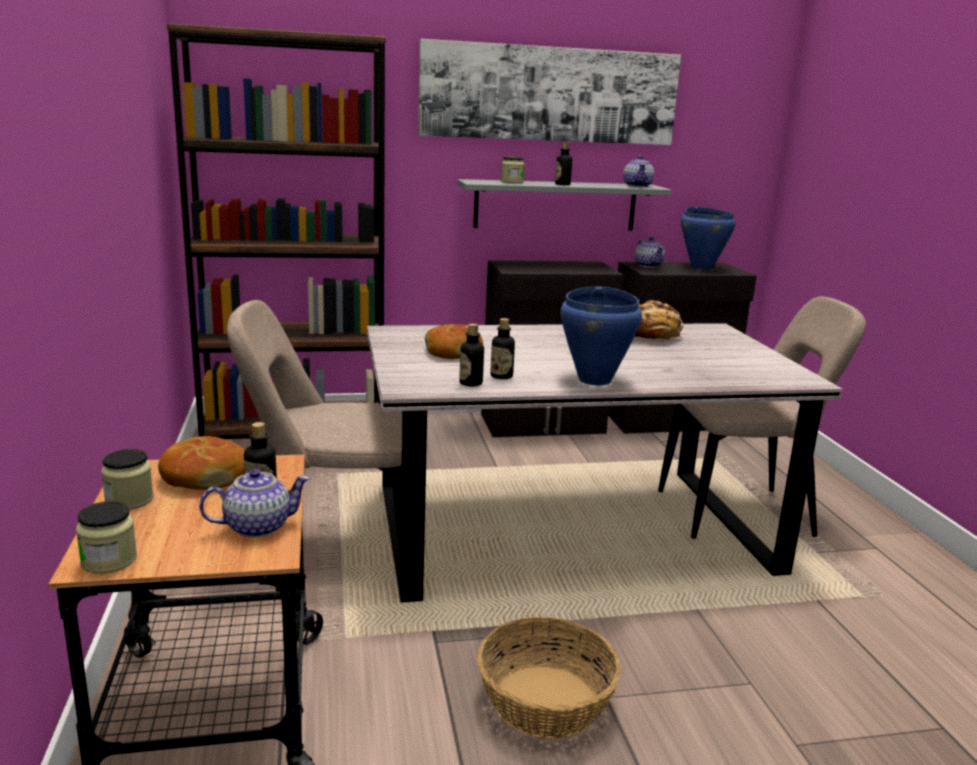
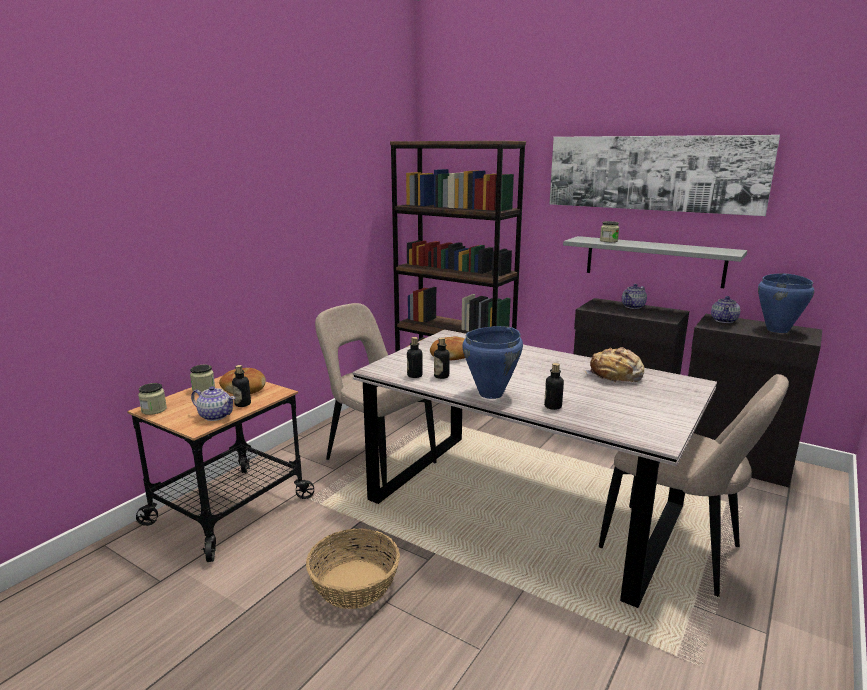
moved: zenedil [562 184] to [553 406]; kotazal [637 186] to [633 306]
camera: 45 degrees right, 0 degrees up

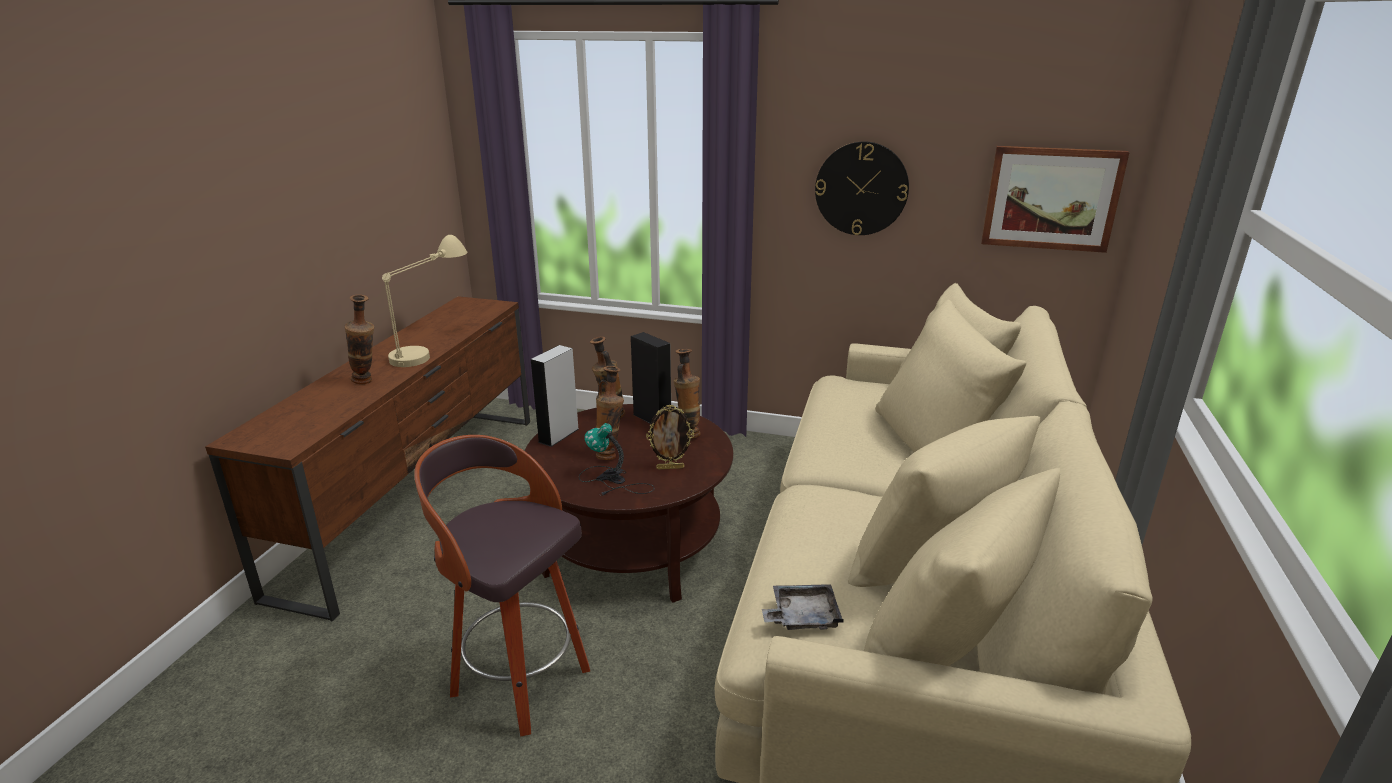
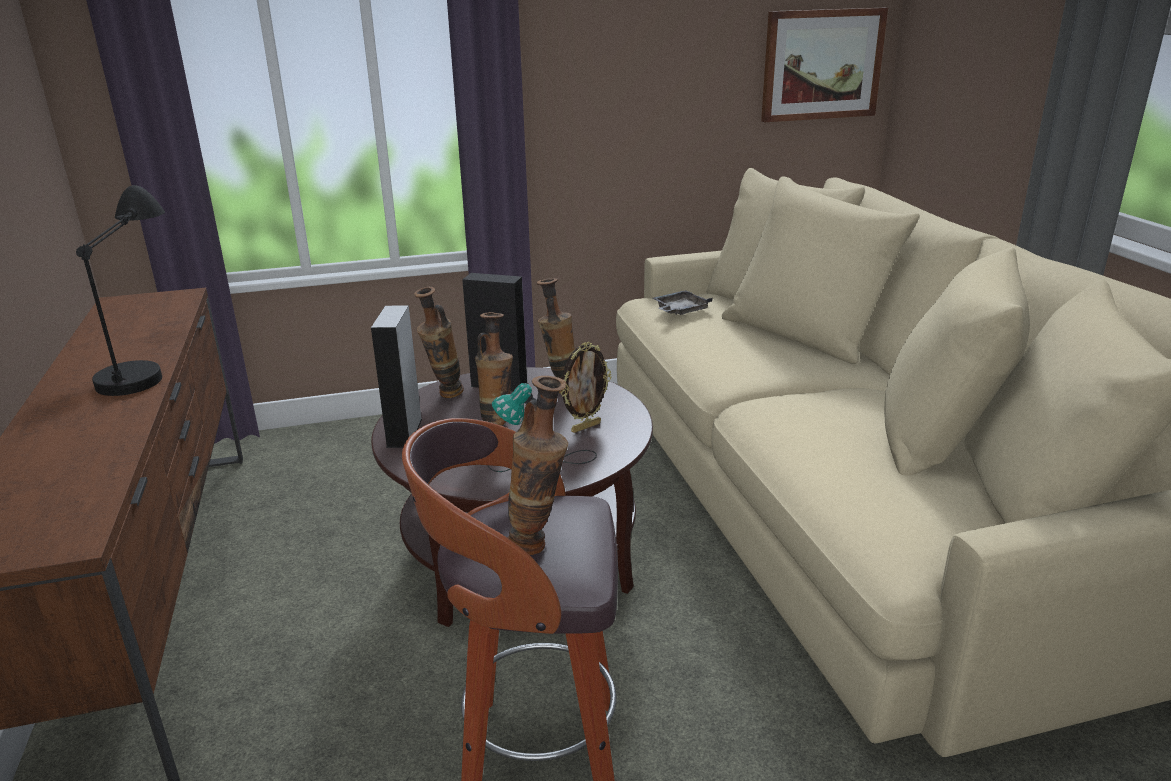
removed: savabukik [861 189]
moved: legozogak [368 382] to [539 545]; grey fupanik [802 616] to [679 311]
recoloured: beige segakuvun [433 347] to black segakuvun [147 360]
camera: 30 degrees left, 0 degrees up

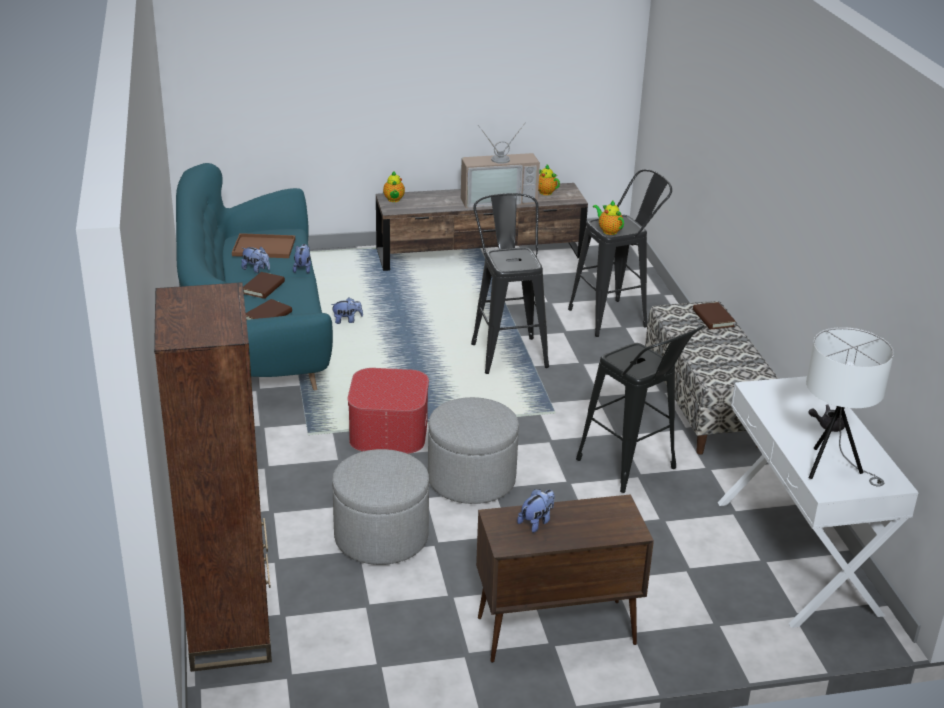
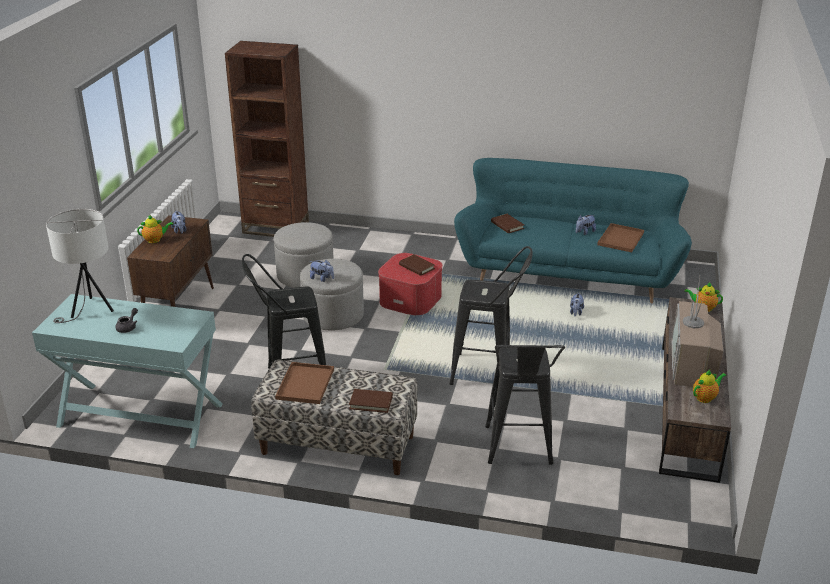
added: brown fupanik [305 385]
moved: kotazal [608 231] to [155 240]; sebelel [303 268] to [322 279]; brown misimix [263 288] to [416 267]
recoloured: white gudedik [797 556] to turquoise gudedik [140 415]
camera: 115 degrees right, 0 degrees up

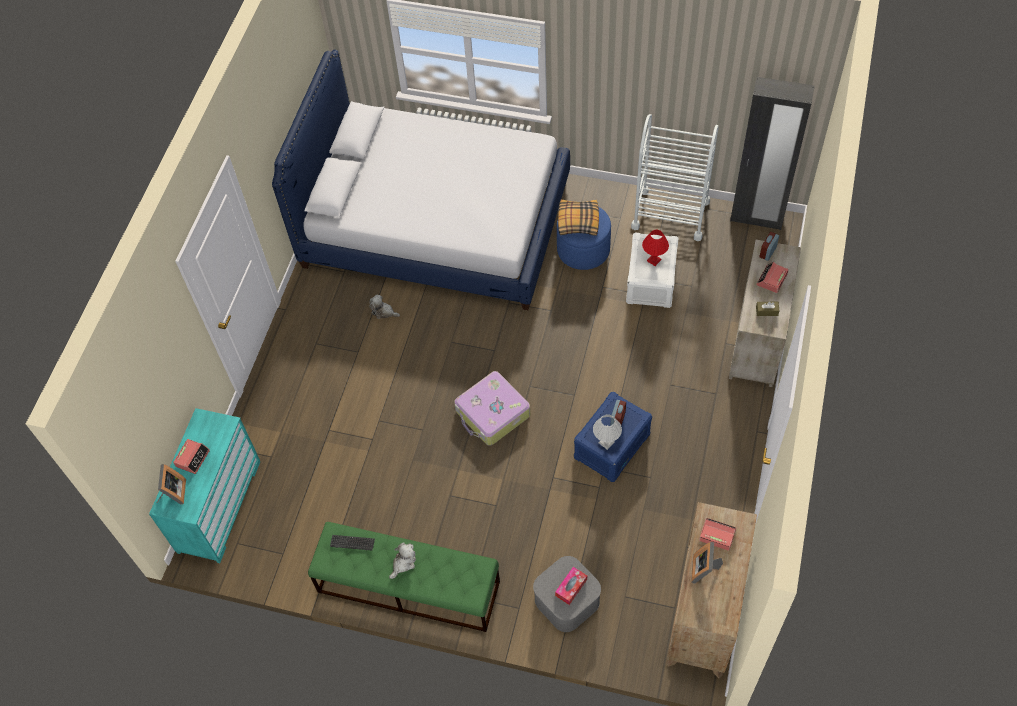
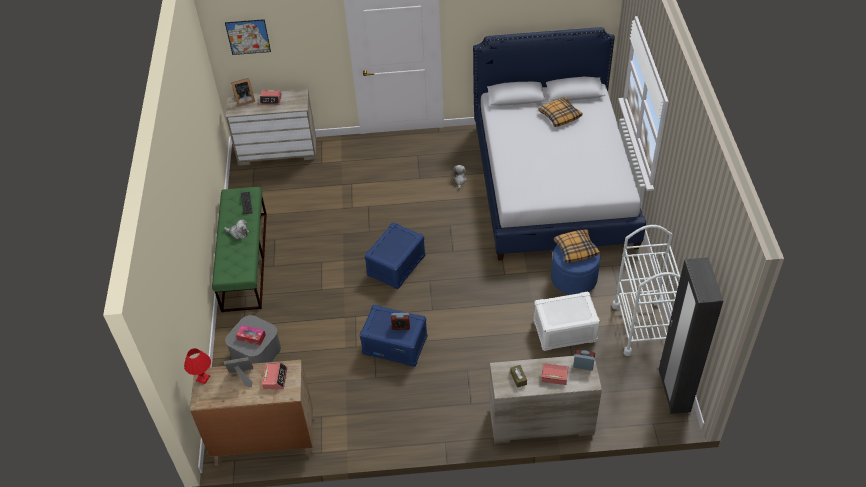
removed: white segakuvun [606 442]
added: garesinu [248 37]; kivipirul [559 115]
moved: red segakuvun [654 260] to [202 378]
replaced: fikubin [492 414] to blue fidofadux [396 266]
recoloured: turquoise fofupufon [218 506] to beige fofupufon [278 151]
camera: 70 degrees right, 10 degrees down

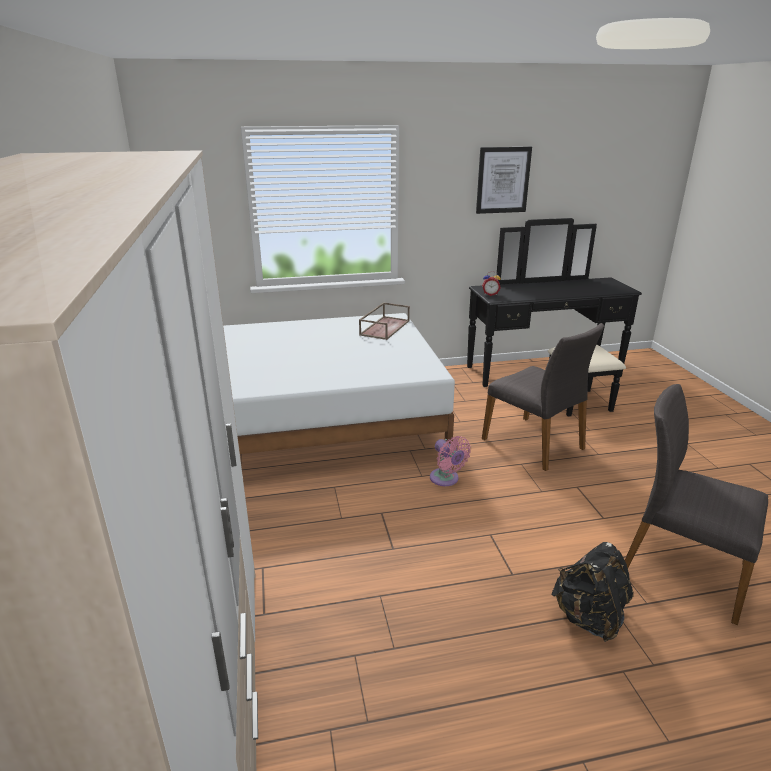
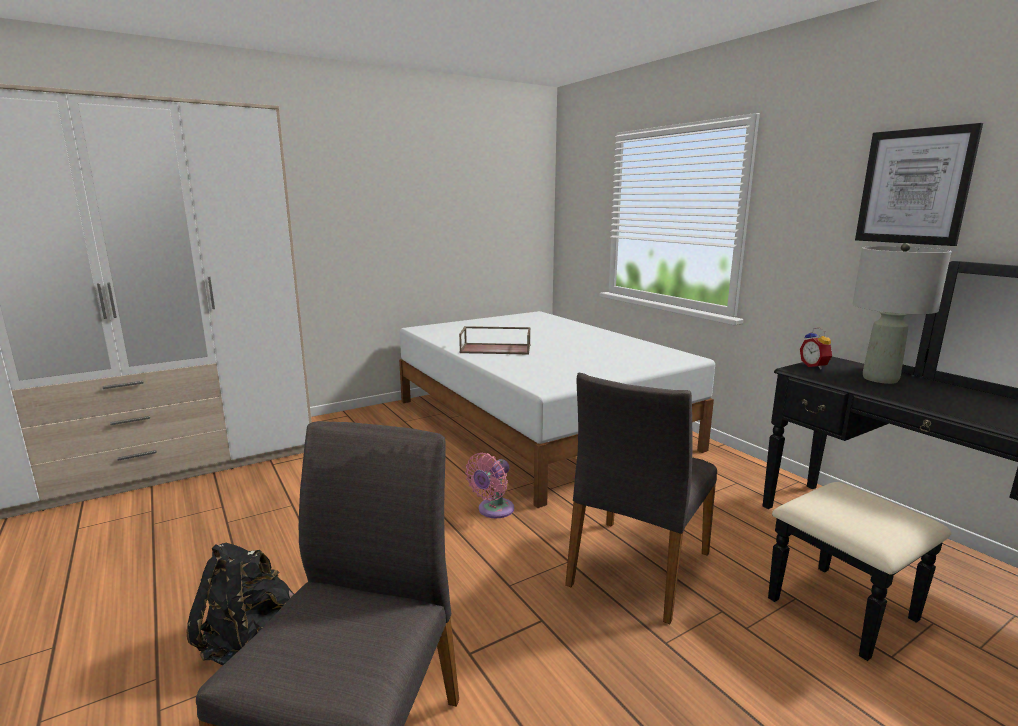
added: grey segakuvun [880 379]
moved: brown fupanik [384 327] to [496 349]
camera: 70 degrees right, 10 degrees down

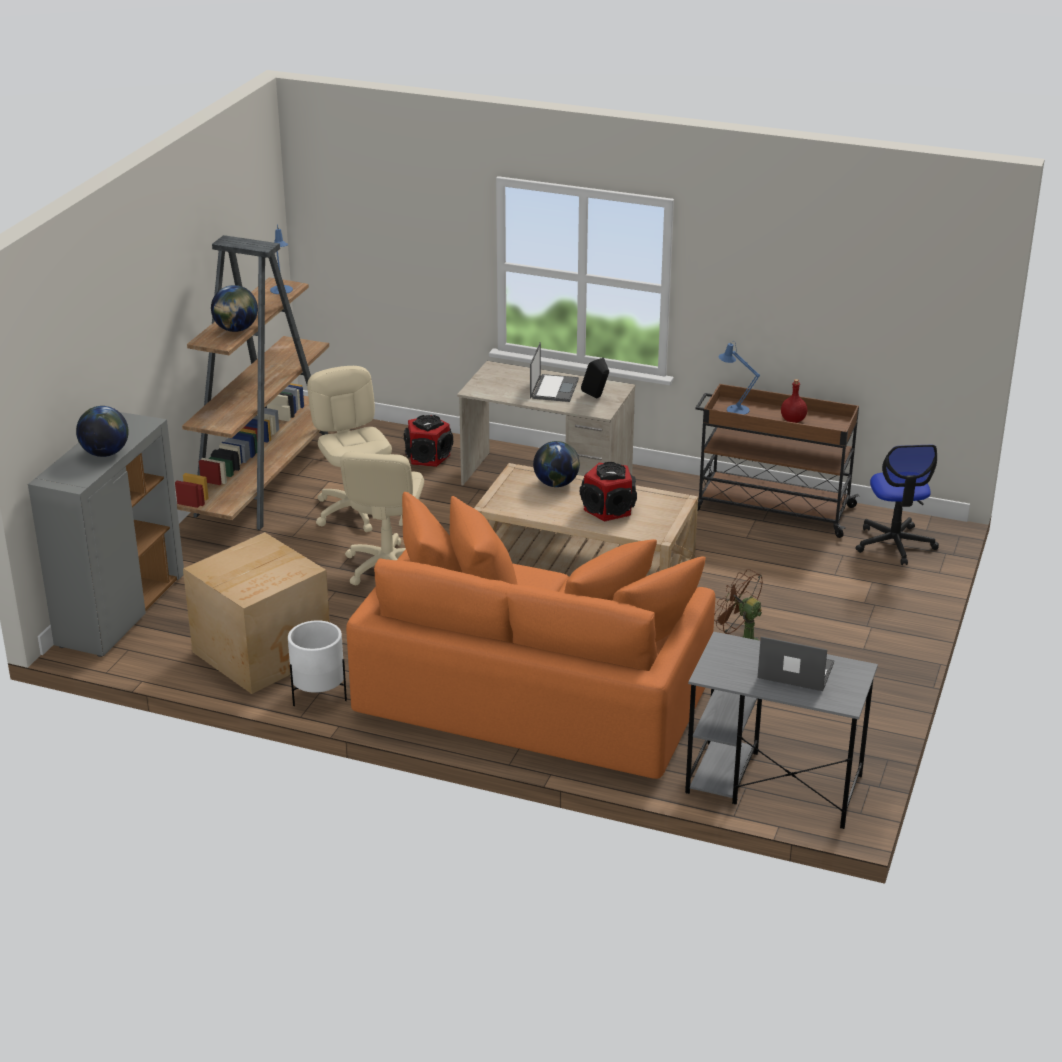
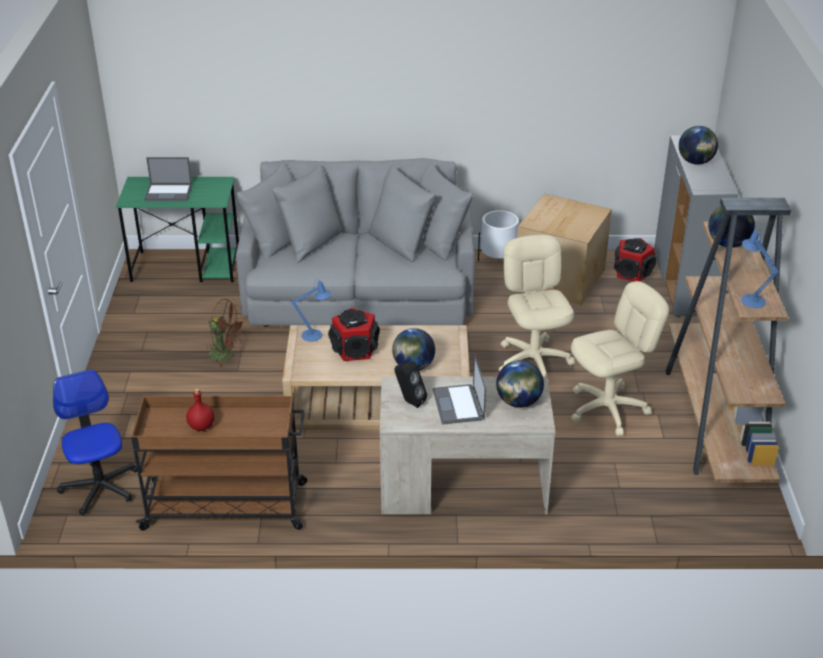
added: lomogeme [518 402]
moved: blue segakuvun [734 409] to [315 335]; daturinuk [427 457] to [632 273]
recoloured: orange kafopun [535 693] to grey kafopun [359 289]; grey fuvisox [772 784] to green fuvisox [187 267]
turned: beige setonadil [355 511] = [608 409] 75 degrees counterclockwise
camera: 160 degrees right, 5 degrees up

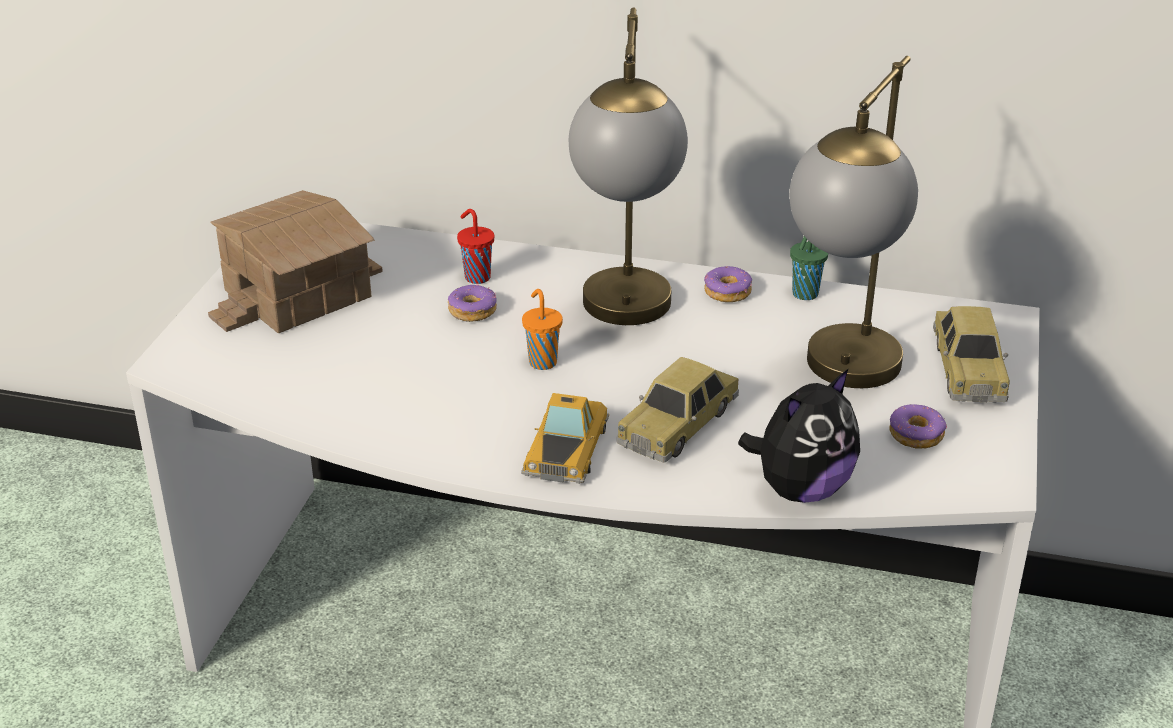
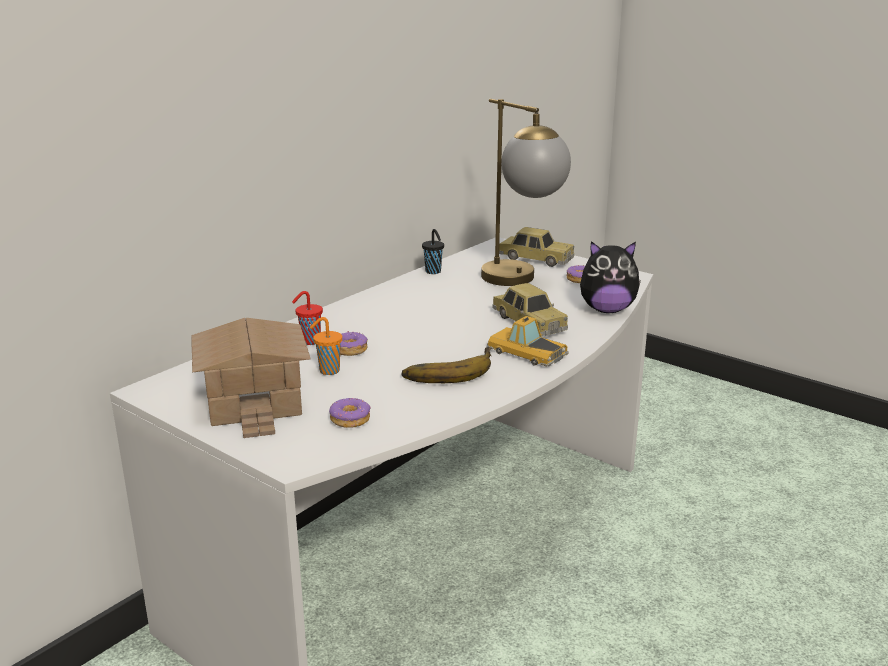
removed: segakuvun [626 320]
added: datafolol [447 370]
moved: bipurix [727 292] to [350 419]; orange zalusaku [542 361] to [328 371]
recoloured: green zalusaku [804 295] to black zalusaku [433 272]
turned: sebelel [800 489] = [607 310] 105 degrees clockwise
camera: 65 degrees left, 10 degrees down

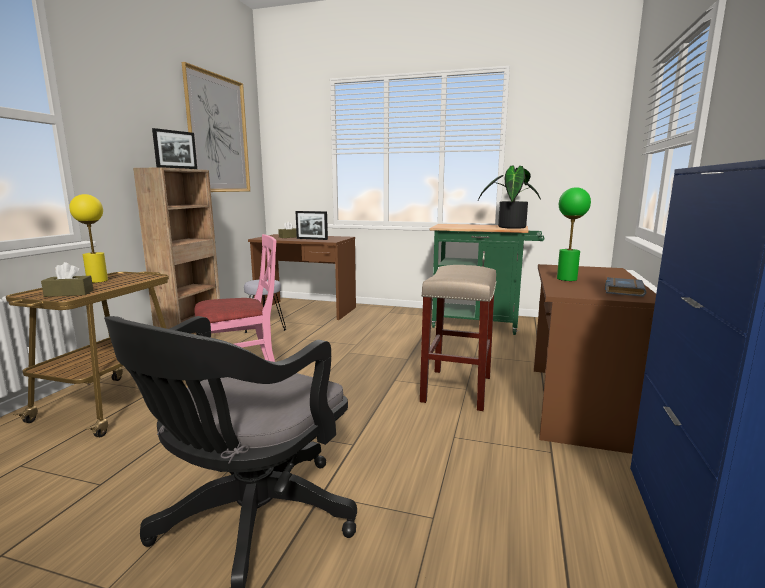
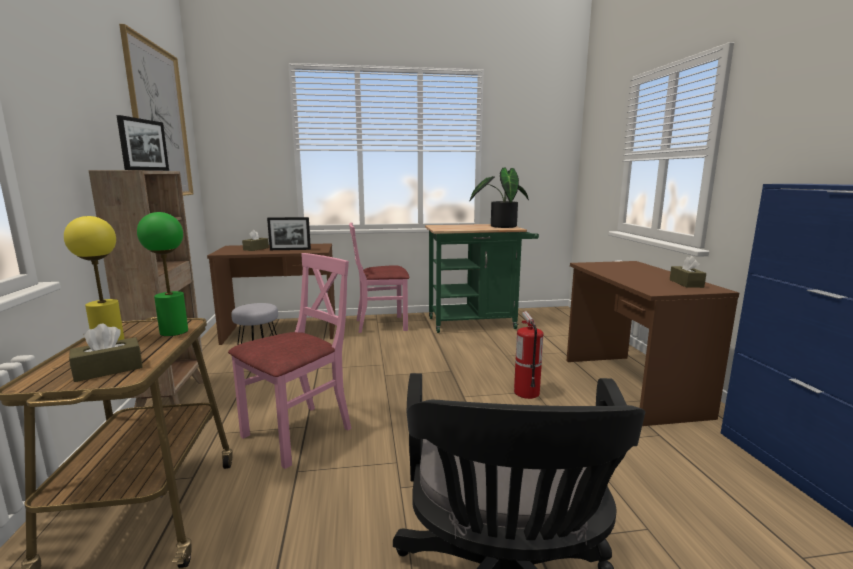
added: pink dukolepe [381 324]
moved: green segakuvun [566 279] to [173 332]
replaced: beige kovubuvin [456 388] to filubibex [526 392]; grey misimix [622 290] to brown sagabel [686 283]
camera: 25 degrees left, 0 degrees up

